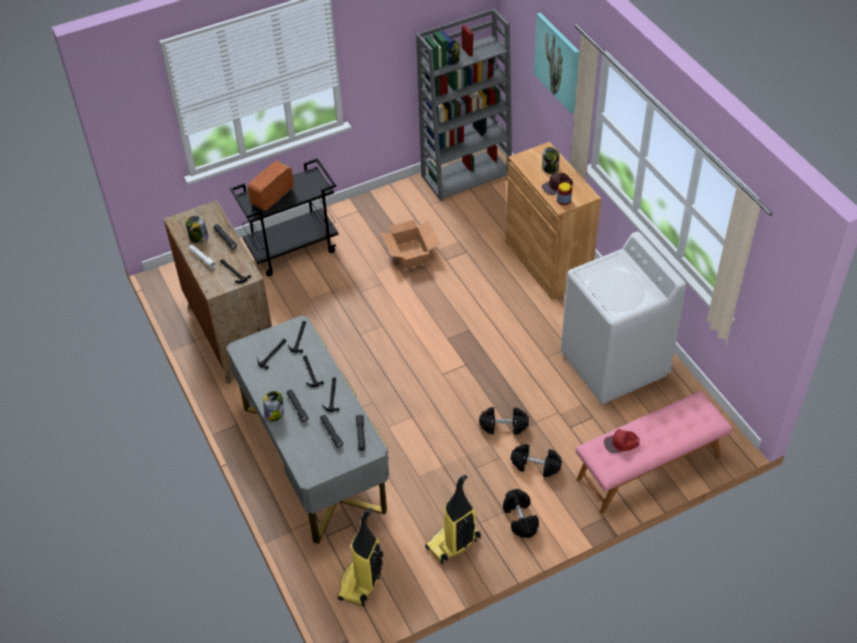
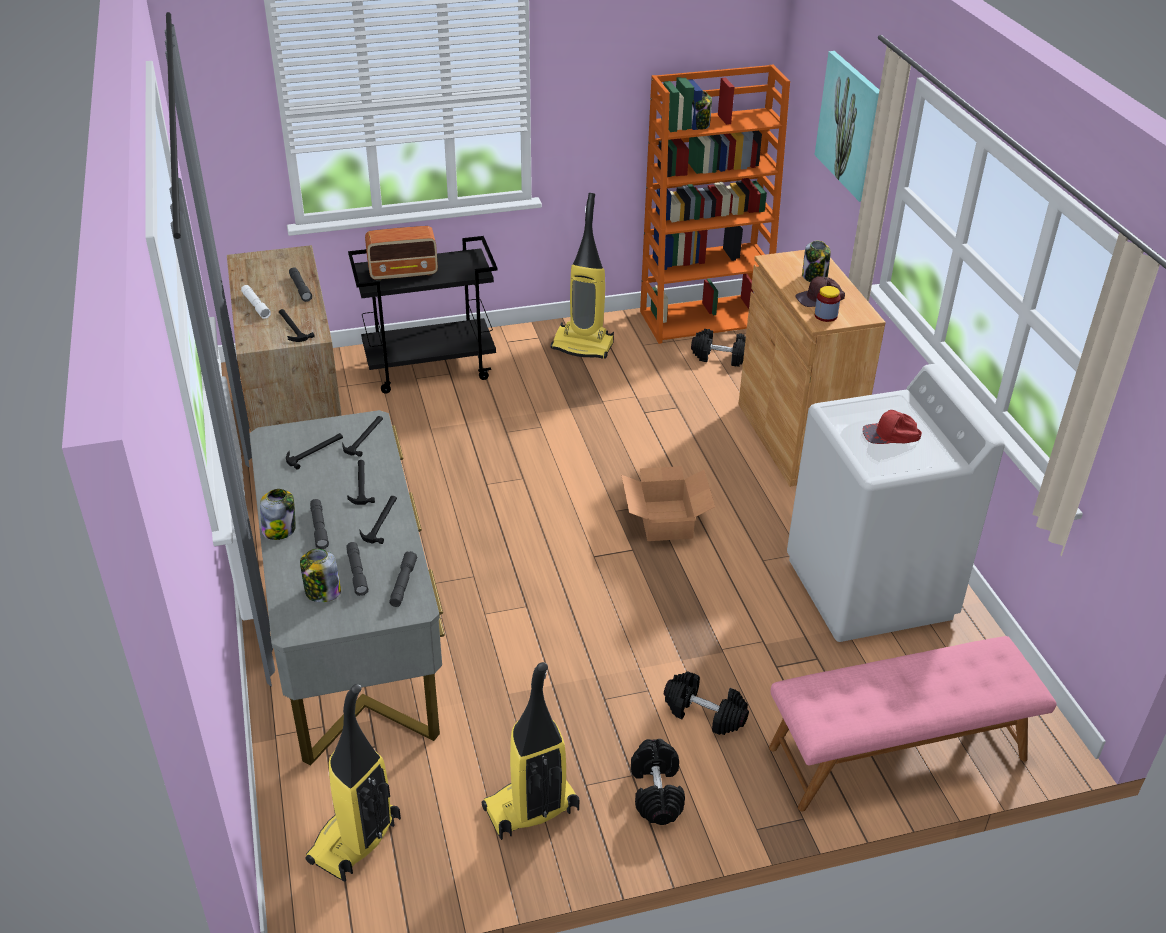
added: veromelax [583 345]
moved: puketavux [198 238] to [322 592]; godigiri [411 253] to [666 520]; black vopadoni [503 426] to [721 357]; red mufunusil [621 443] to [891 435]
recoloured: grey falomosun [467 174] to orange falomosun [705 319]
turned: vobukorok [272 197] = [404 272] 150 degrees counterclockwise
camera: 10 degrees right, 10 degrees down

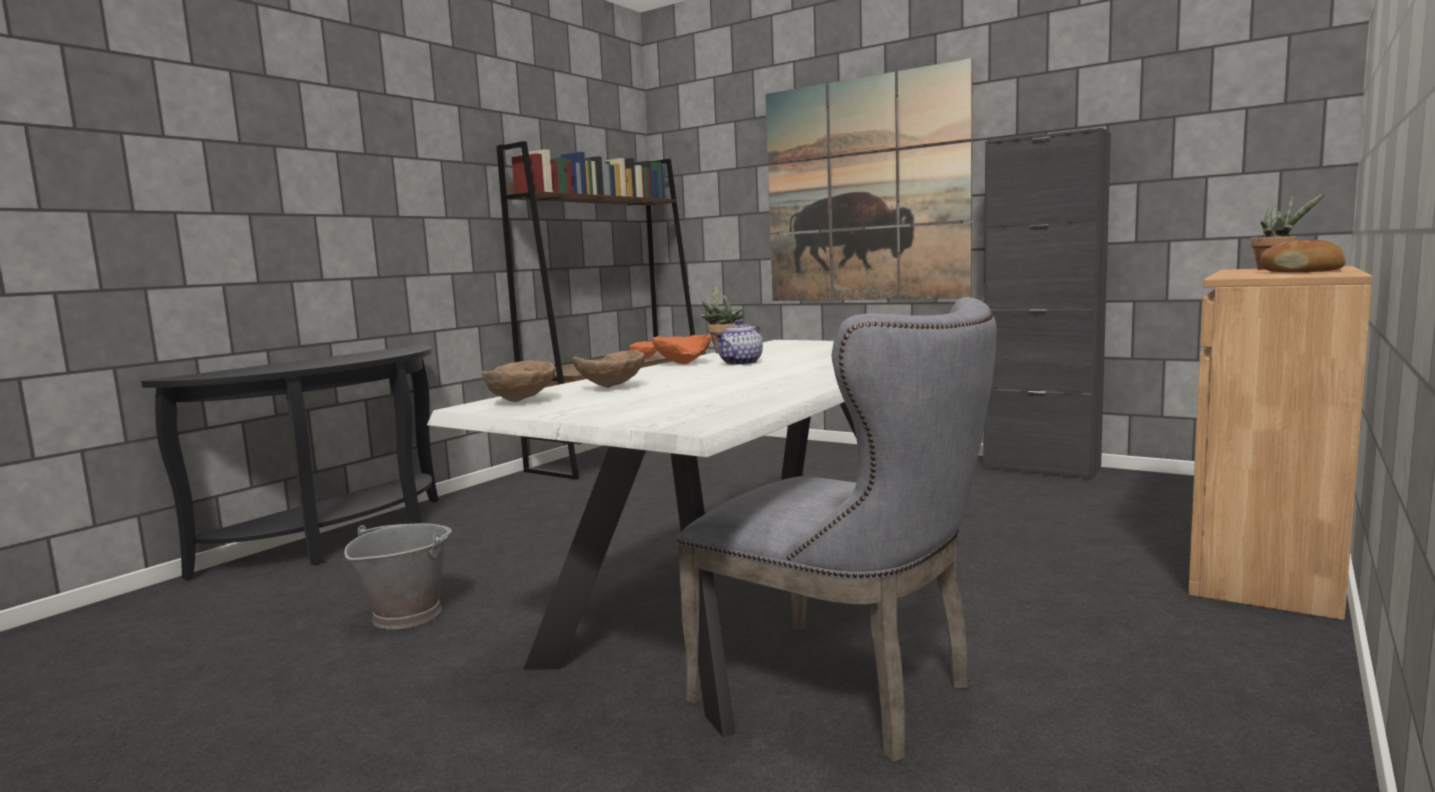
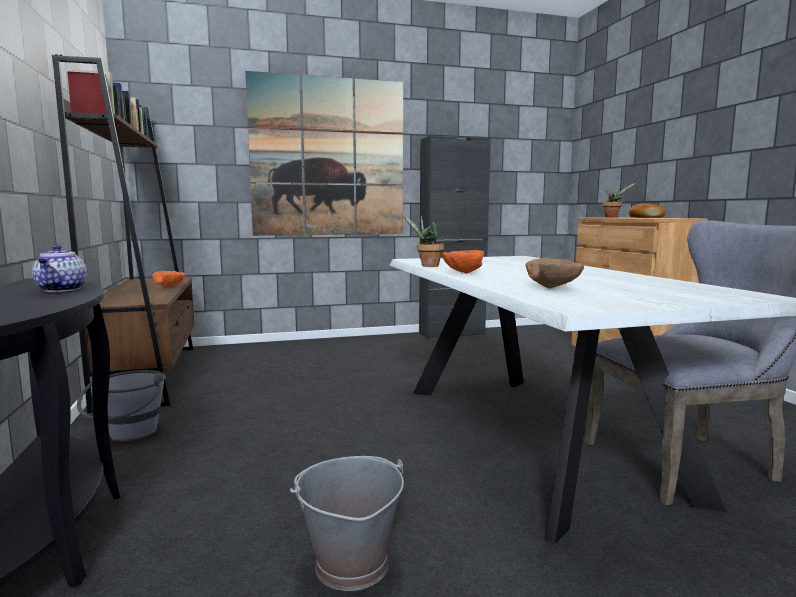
removed: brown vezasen [523 401]
added: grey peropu [128 436]
moved: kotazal [740 363] to [62 289]
camera: 50 degrees left, 0 degrees up

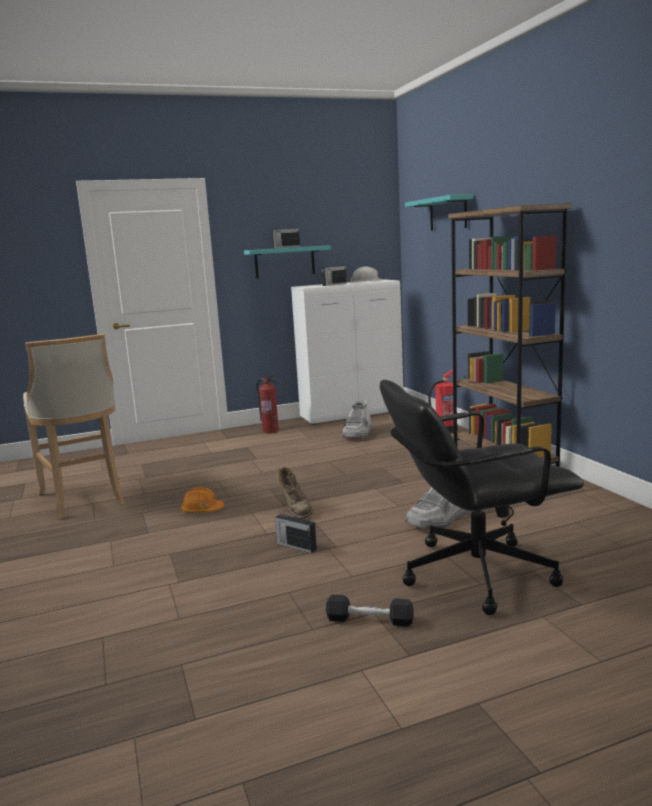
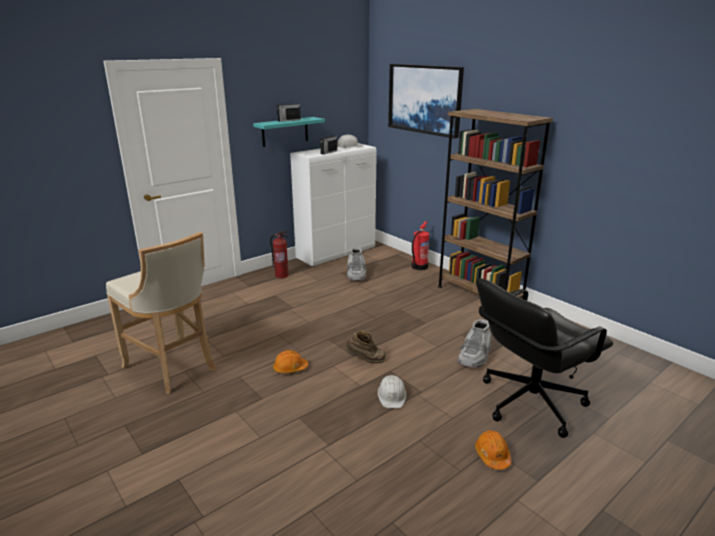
replaced: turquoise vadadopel [448 213] to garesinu [424 99]; vobukorok [295 546] to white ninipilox [392 395]; black vopadoni [369 620] to orange ninipilox [492 455]
turned: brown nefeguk [295 511] = [365 360] 45 degrees counterclockwise
camera: 20 degrees left, 10 degrees up

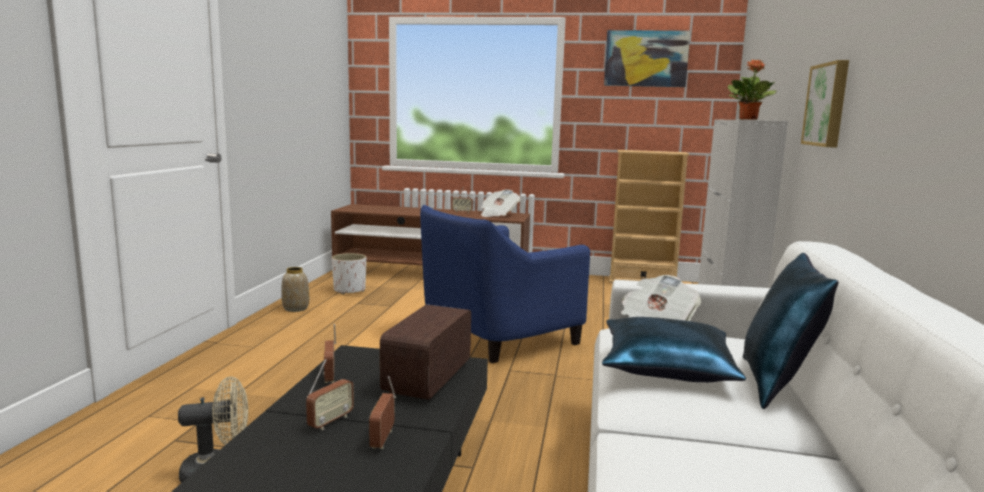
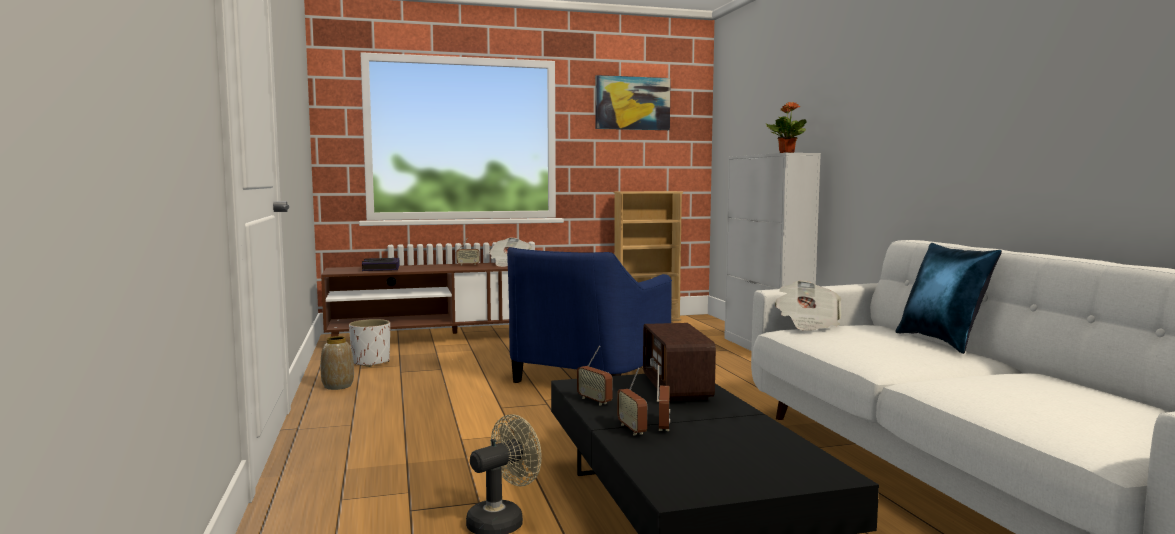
removed: garesinu [828 105]; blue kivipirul [666 366]
added: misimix [381 268]
moved: vobukorok [383 439] to [632 429]
camera: 25 degrees left, 5 degrees down

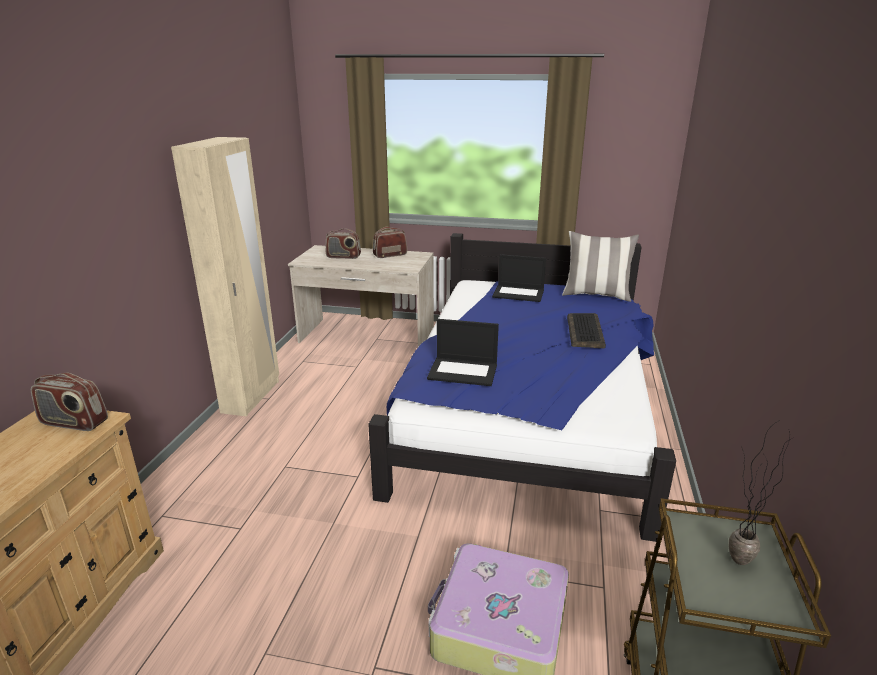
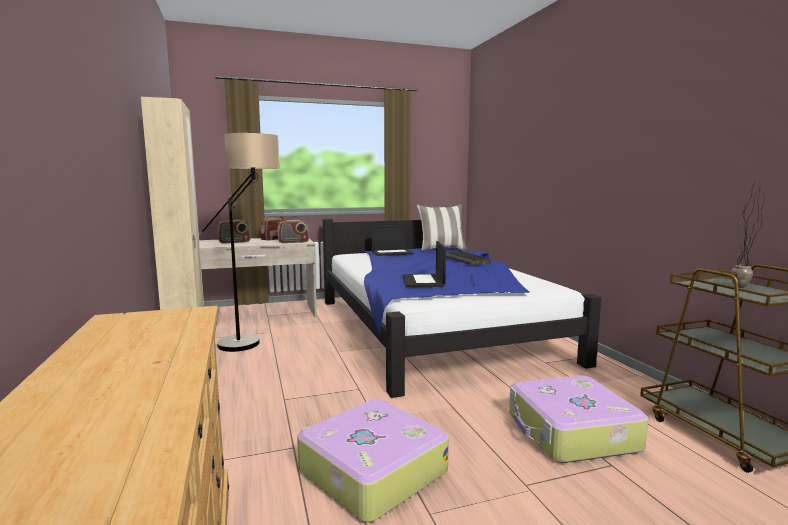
added: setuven [251 346]; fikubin [371 471]
moved: vobukorok [74 423] to [293 242]
turned: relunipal [463 371] = [423 281] 105 degrees clockwise
camera: 30 degrees left, 15 degrees down

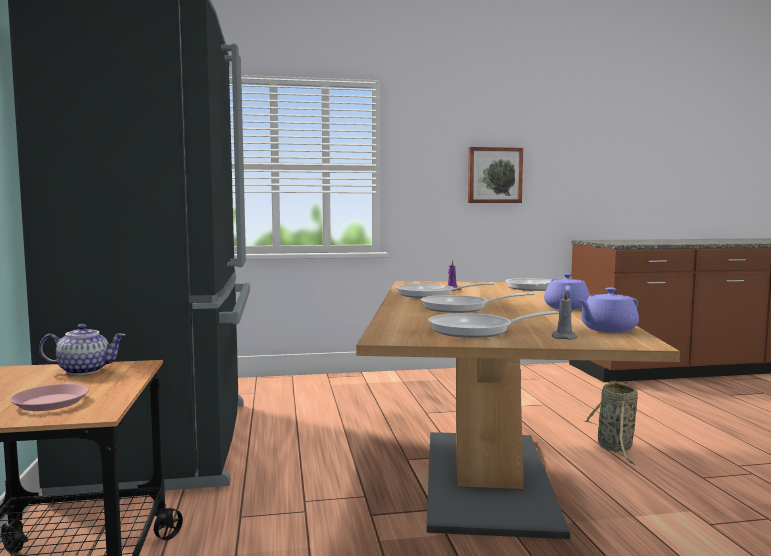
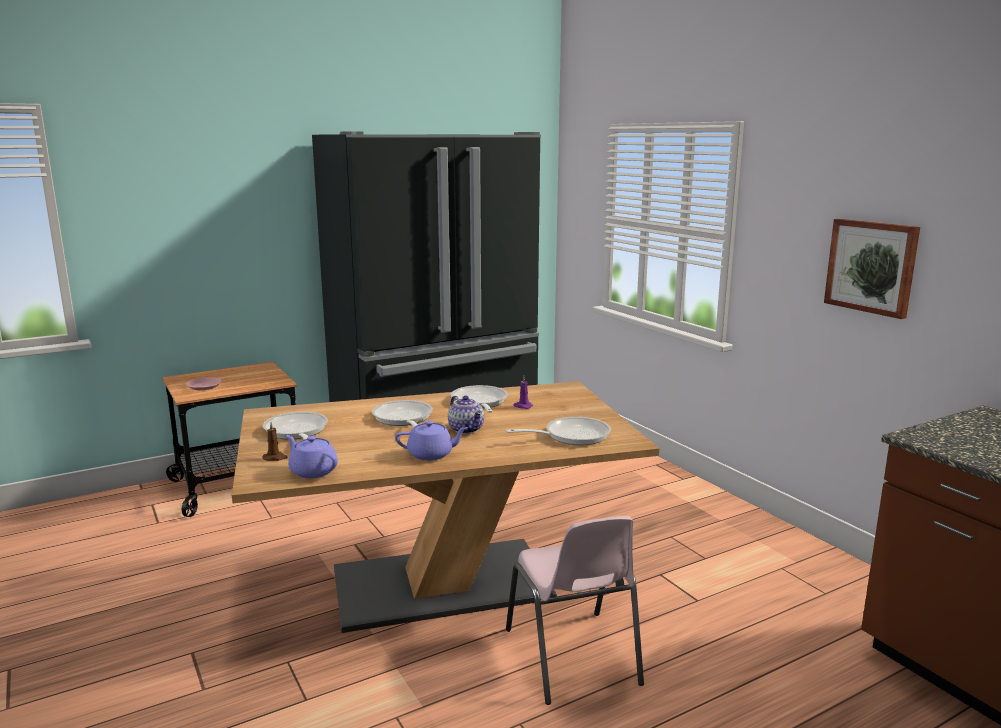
moved: kotazal [85 370] to [467 429]
replaced: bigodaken [615 448] to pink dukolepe [572 657]
recoloured: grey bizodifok [564 337] to brown bizodifok [275 458]
camera: 70 degrees right, 10 degrees up

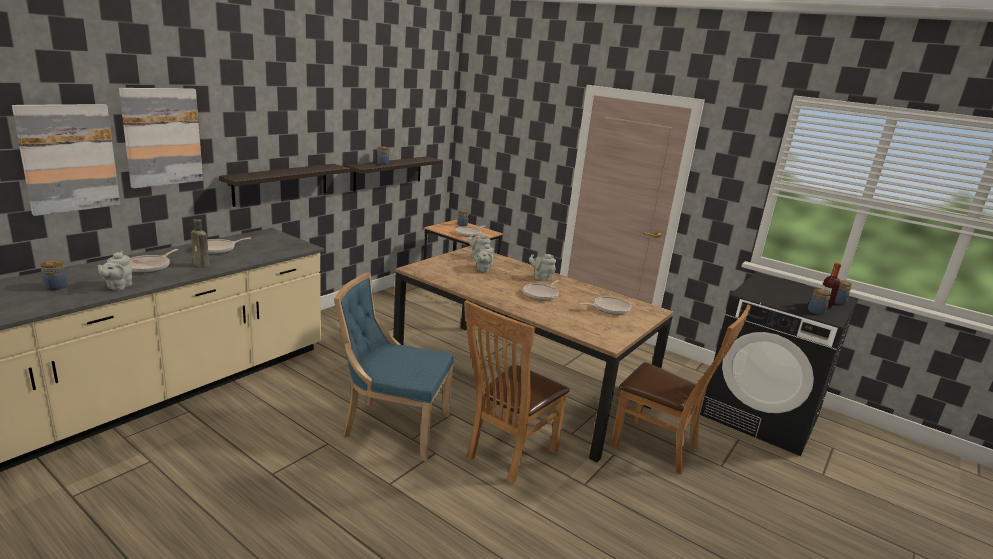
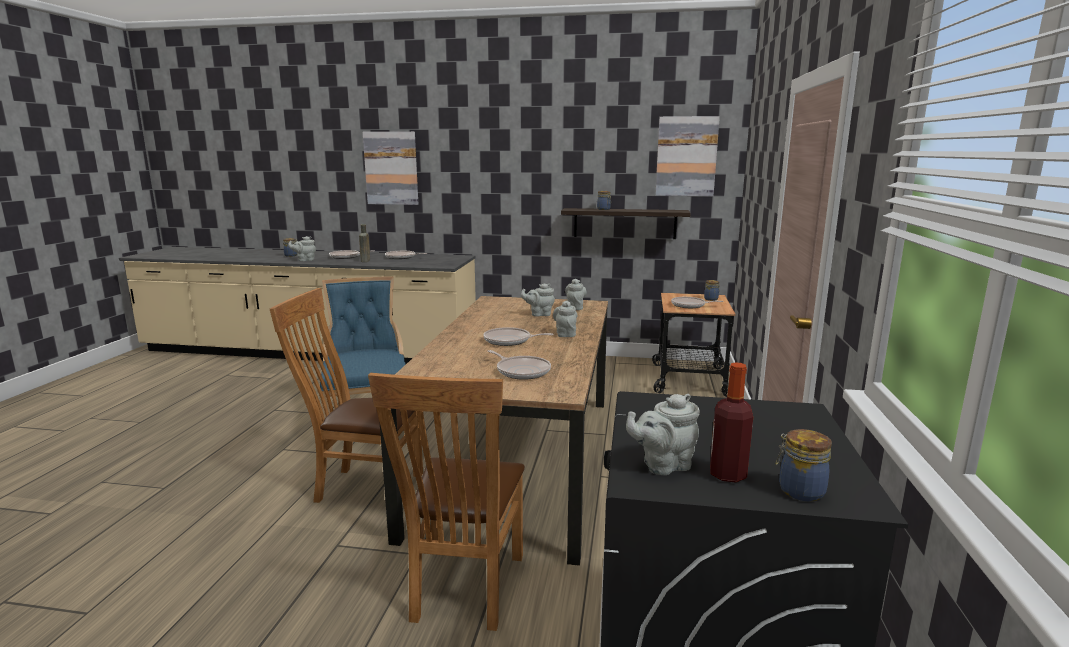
removed: vadadopel [281 184]
moved: garesinu [68 158] to [686 156]
replaced: puketavux [816 311] to grey kotazal [663 465]
camera: 65 degrees right, 5 degrees down

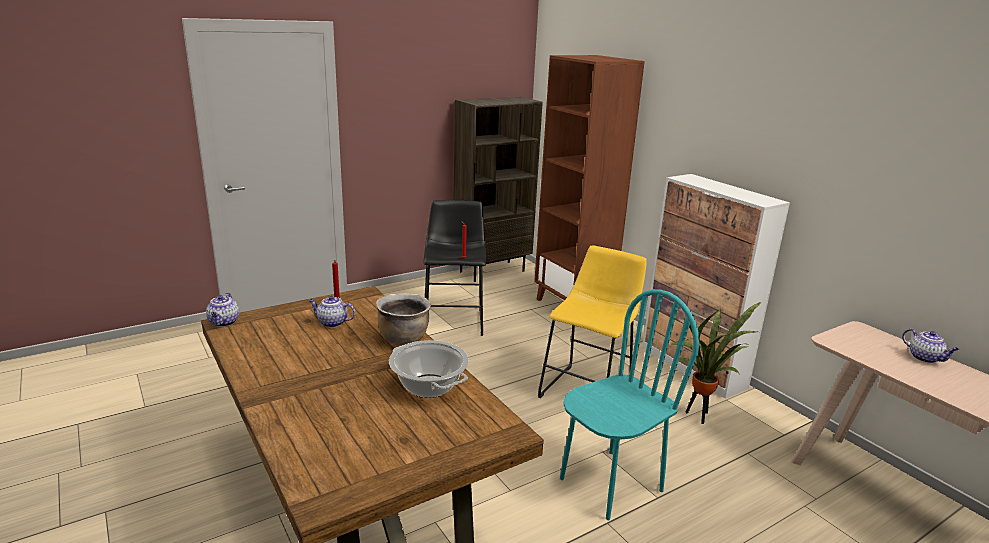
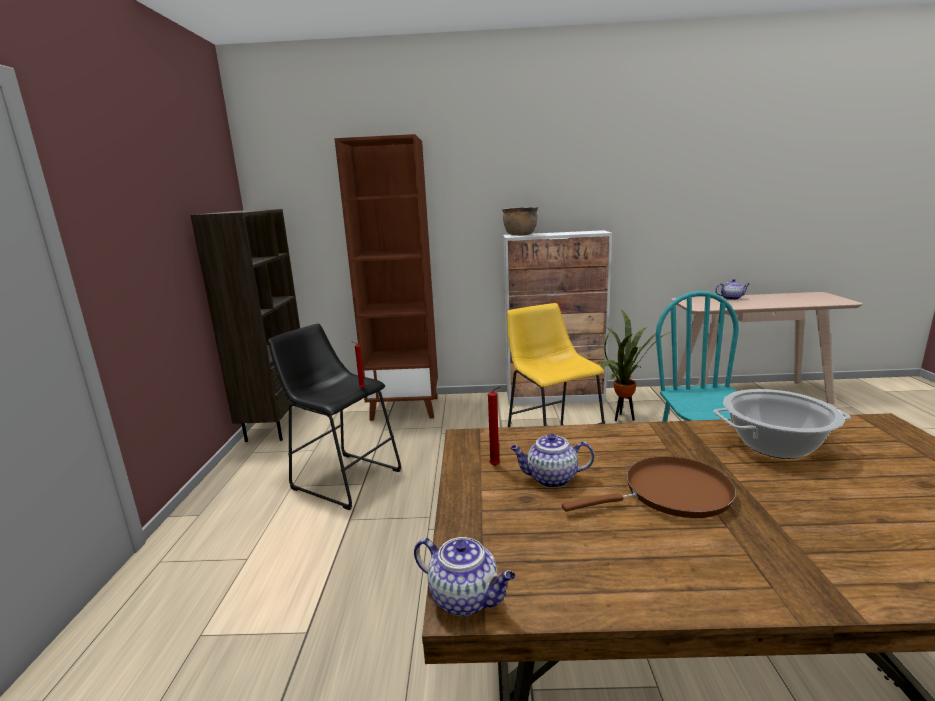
added: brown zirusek [670 494]
moved: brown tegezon [403 339] to [520 235]
turned: kotazal [332 323] = [550 479] 45 degrees clockwise
camera: 55 degrees left, 5 degrees down

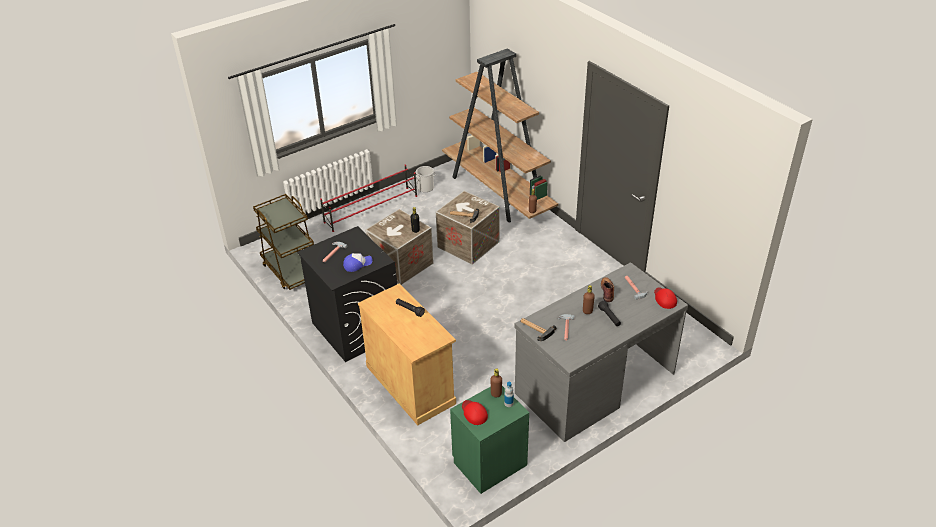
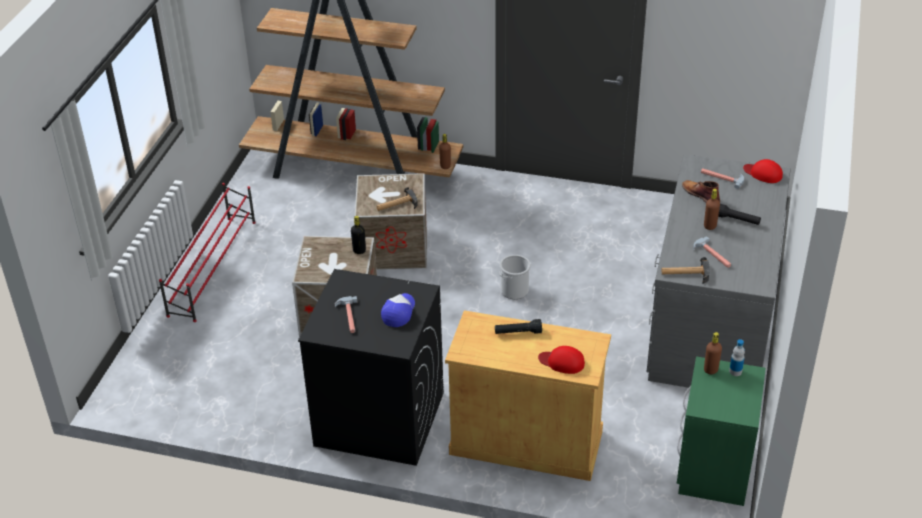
removed: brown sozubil [291 271]
moved: peropu [426 187] to [514 290]; red mufunusil [474 413] to [562 362]
camera: 40 degrees left, 0 degrees up

